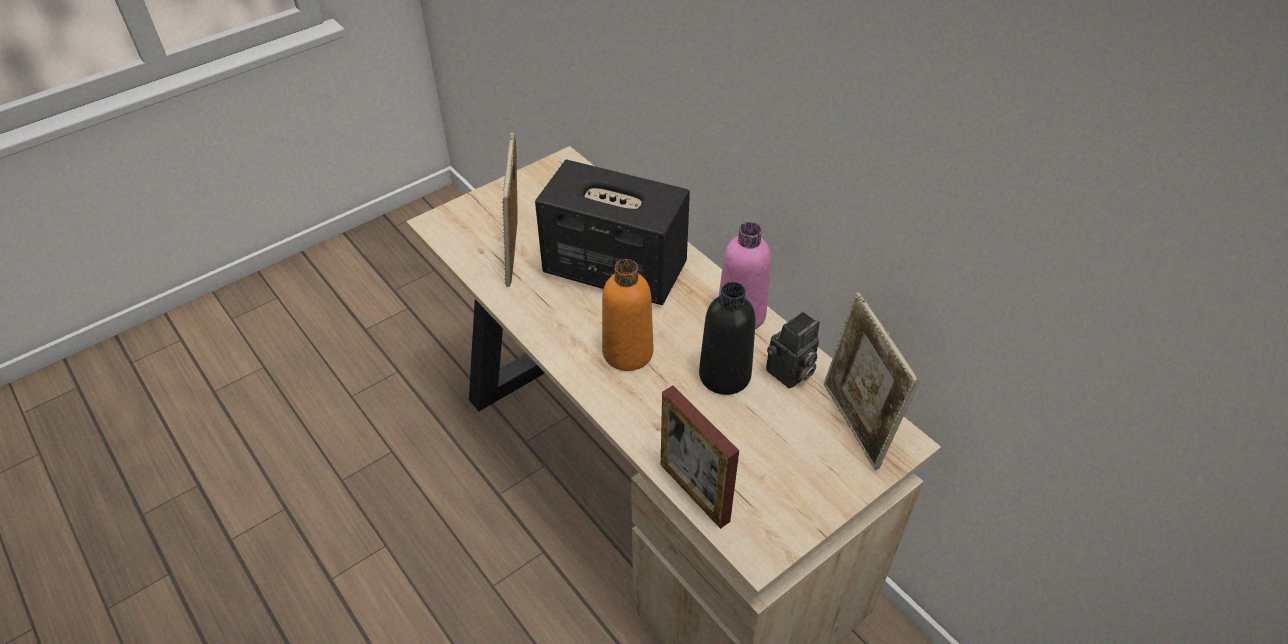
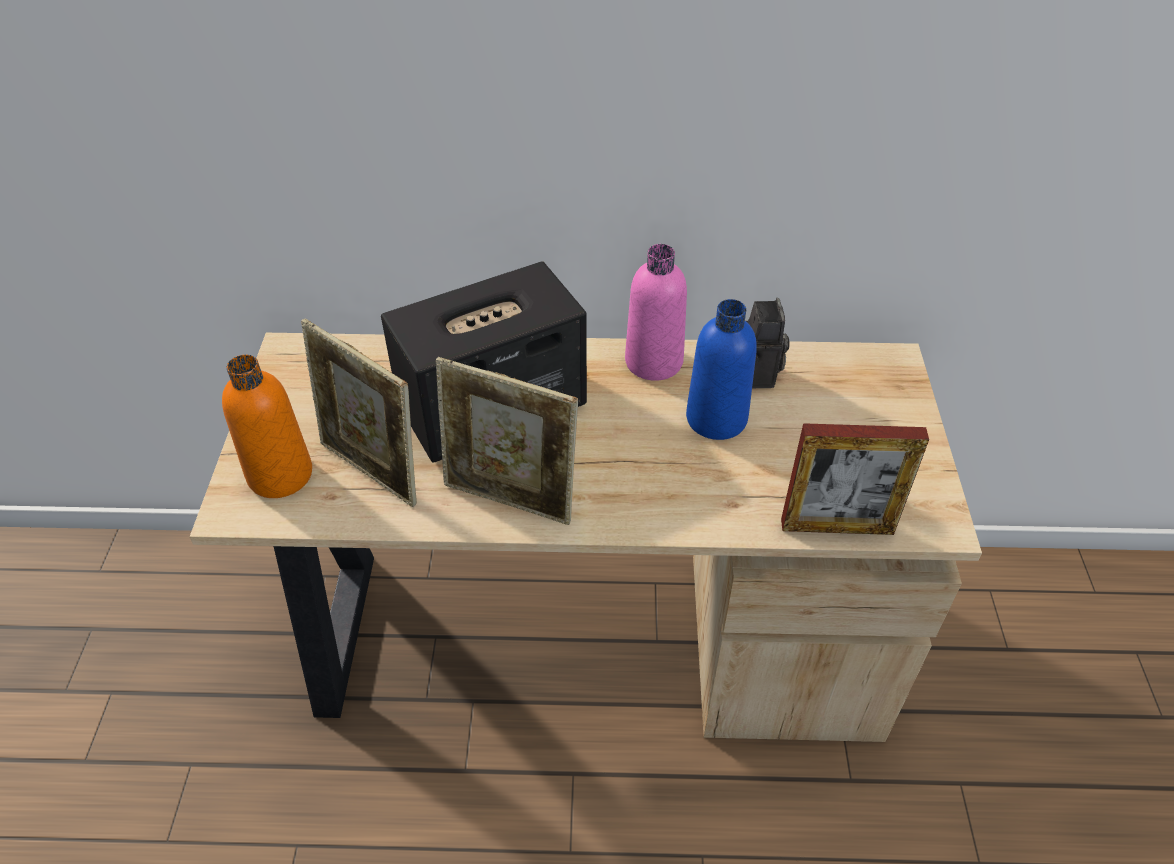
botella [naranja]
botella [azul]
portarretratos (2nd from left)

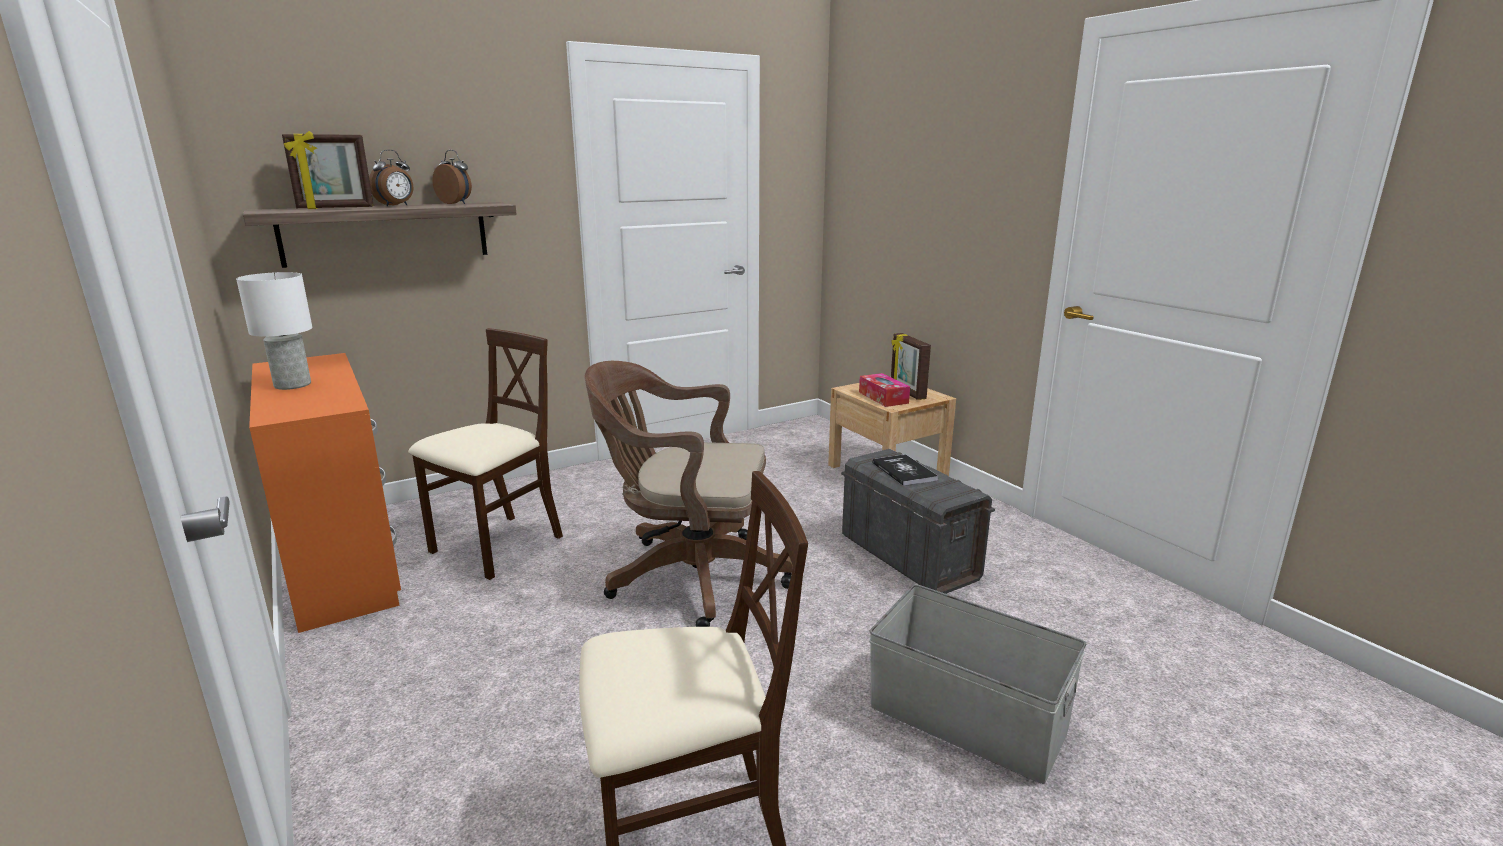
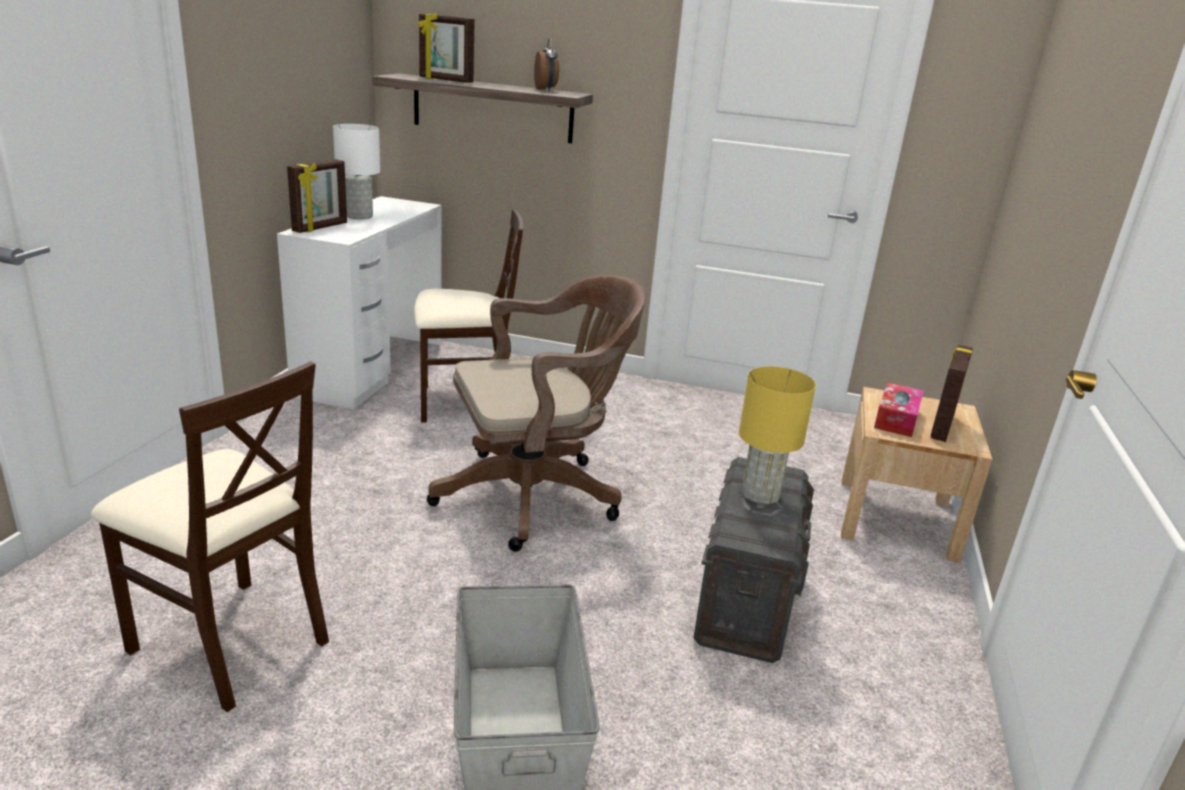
despertador (1st from left in the first image)
escritorio [blanco]
silla de oficina [marrón]
lámpara de mesa [amarillo]
portarretratos (1st from left)

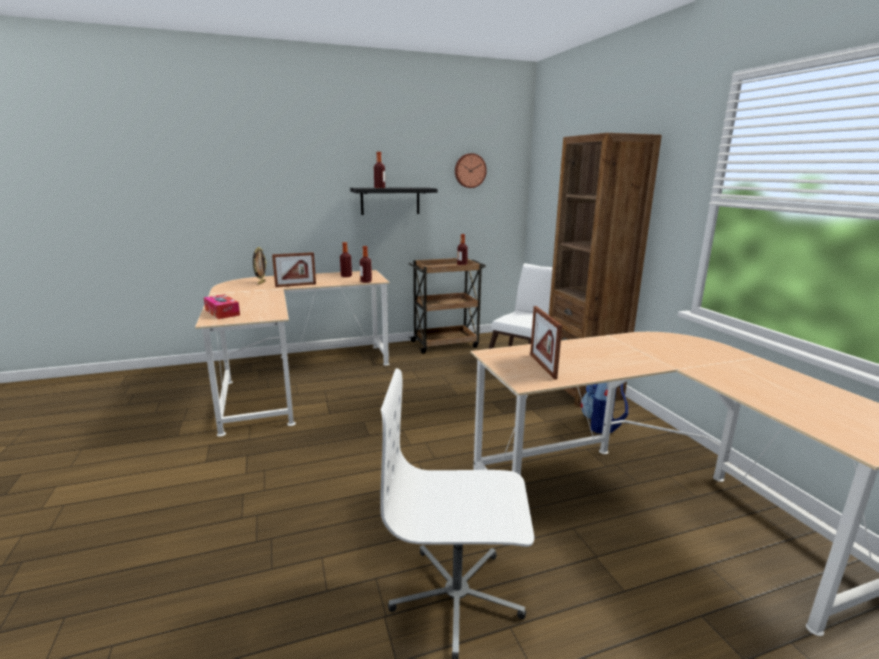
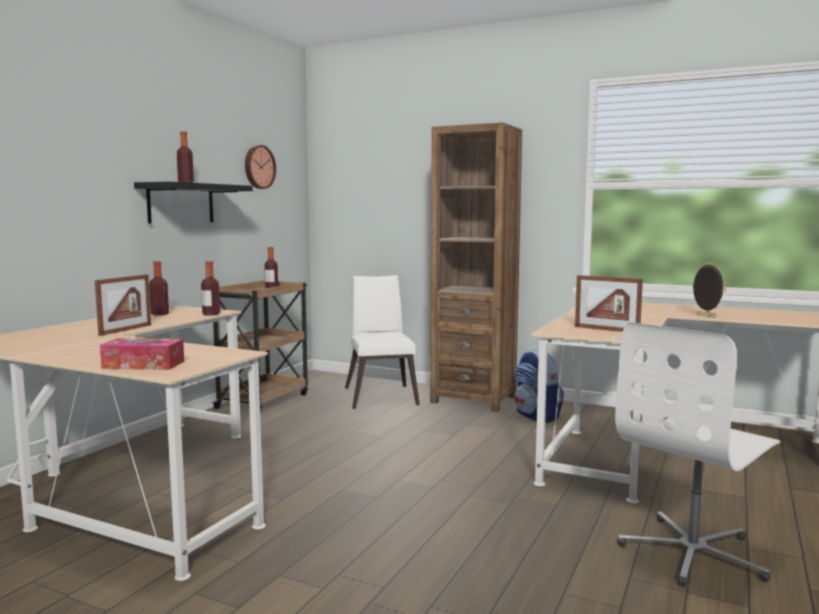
portarretratos (3rd from left)

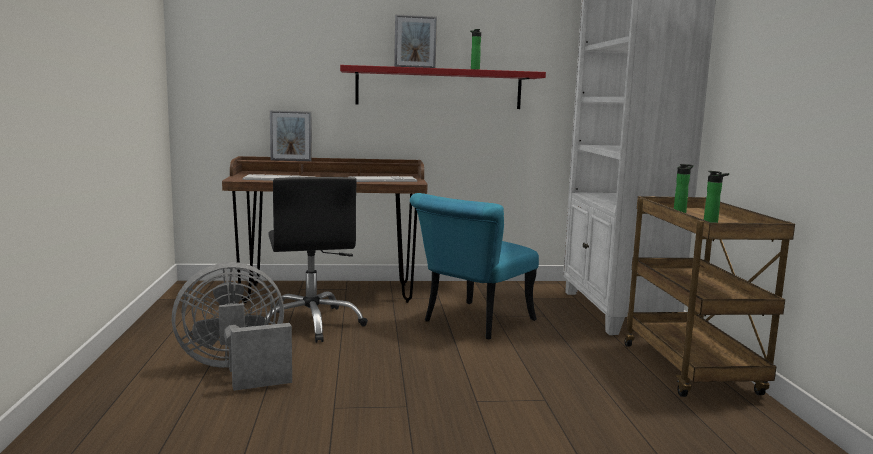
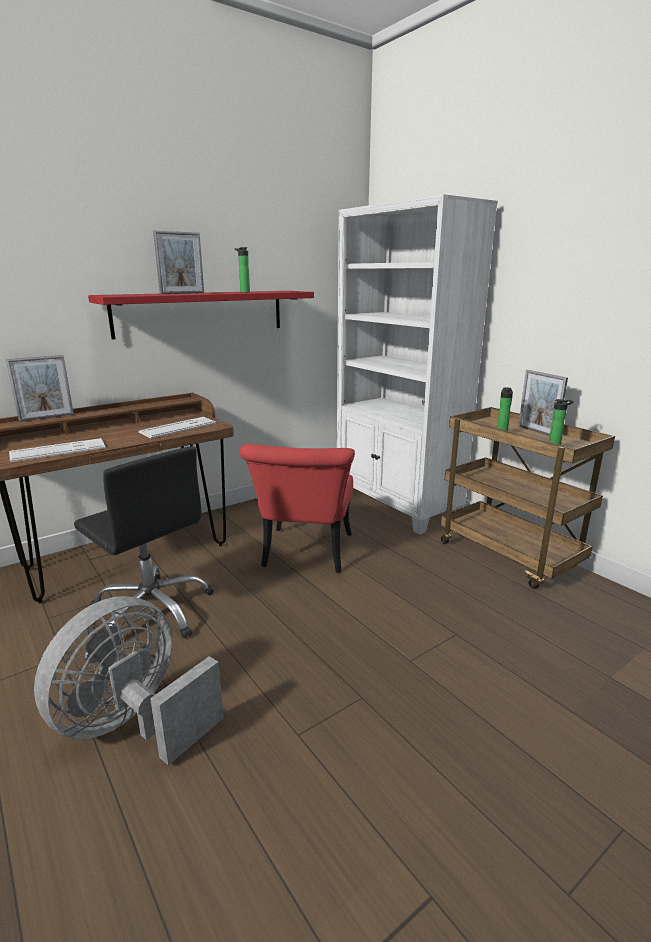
silla [rojo]
portarretratos (3rd from left)

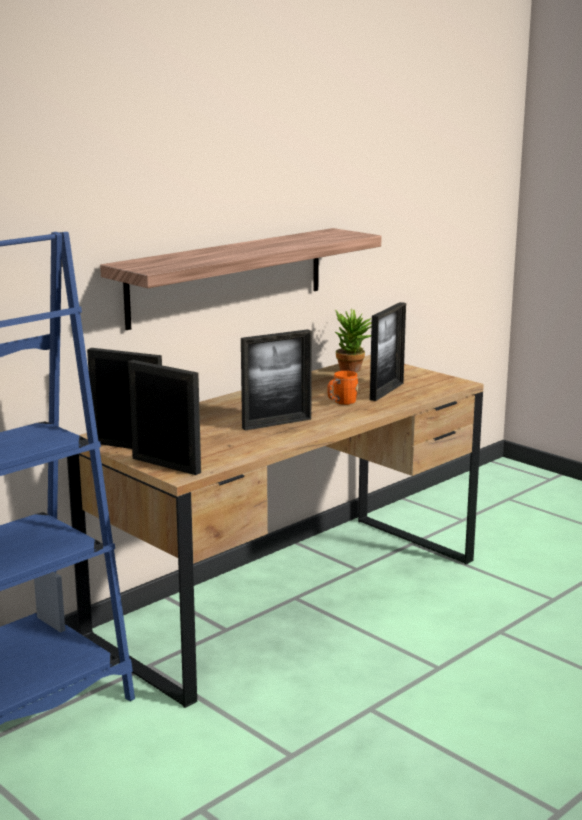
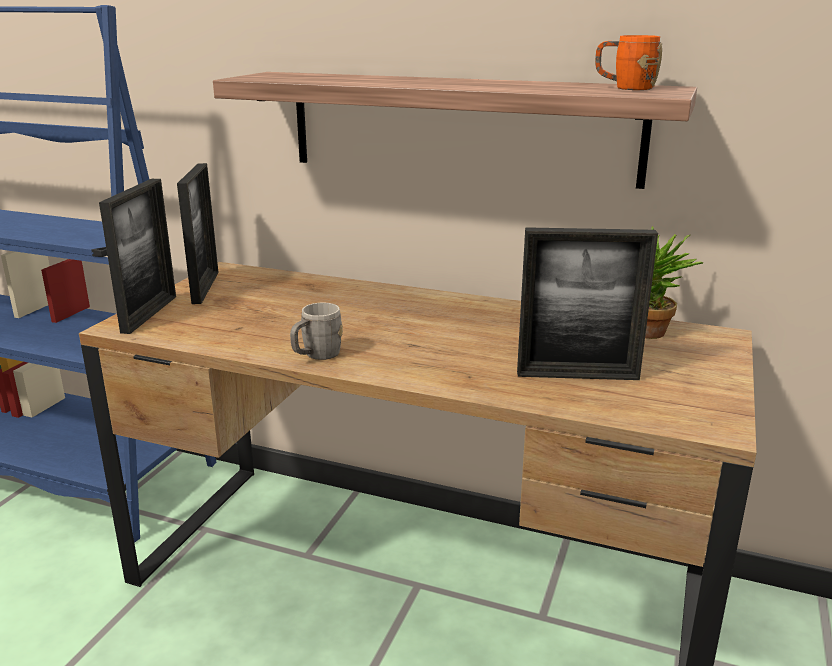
portarretratos (3rd from left in the first image)
taza grande [naranja]
taza grande [gris]

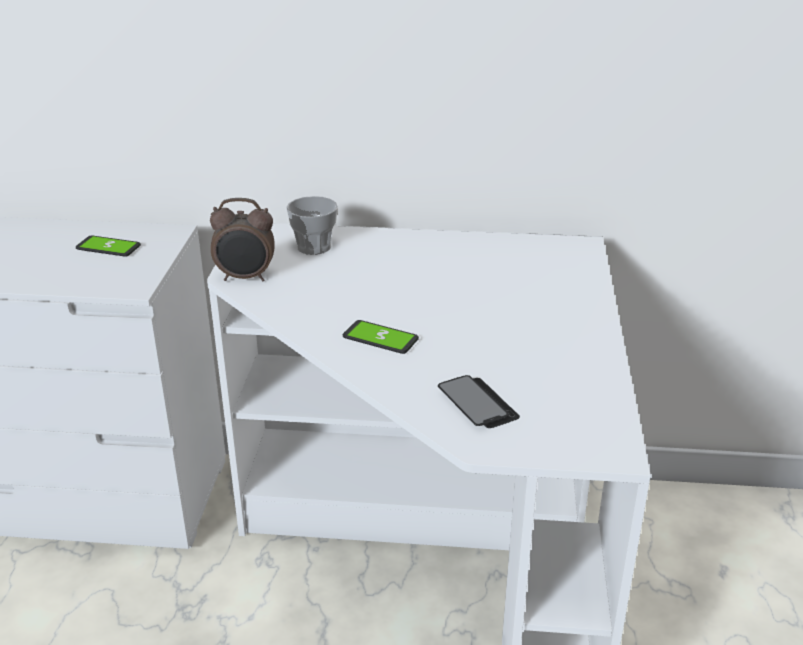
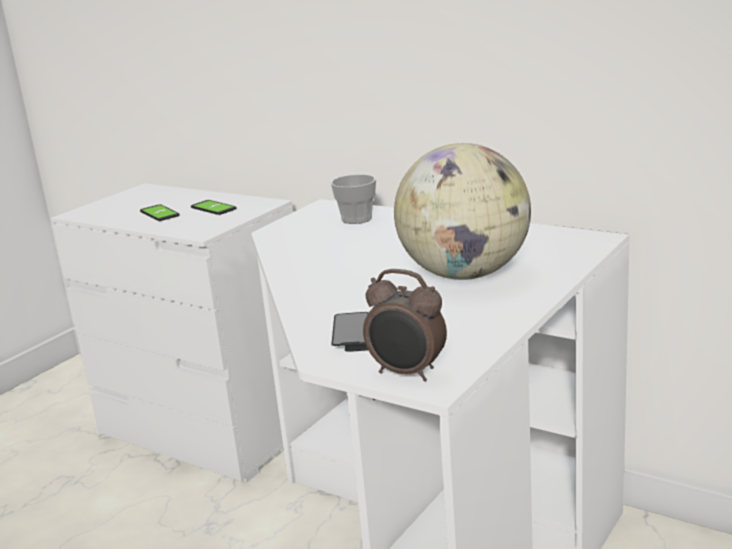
despertador
móvil (1st from left)
globo terráqueo

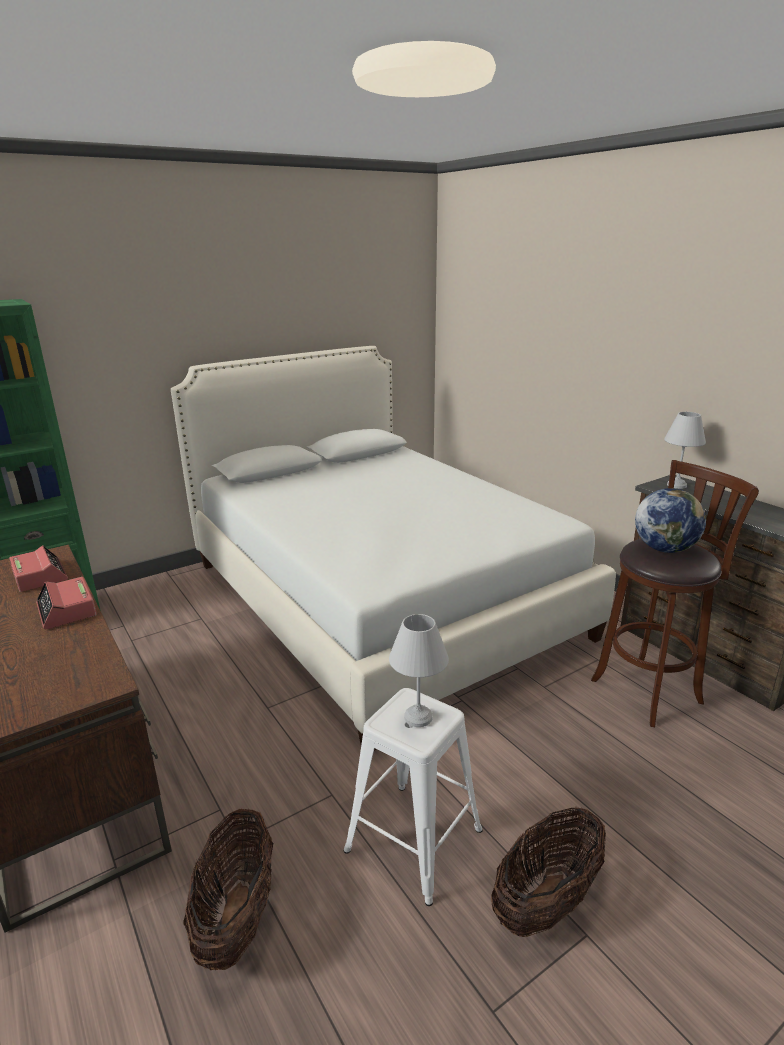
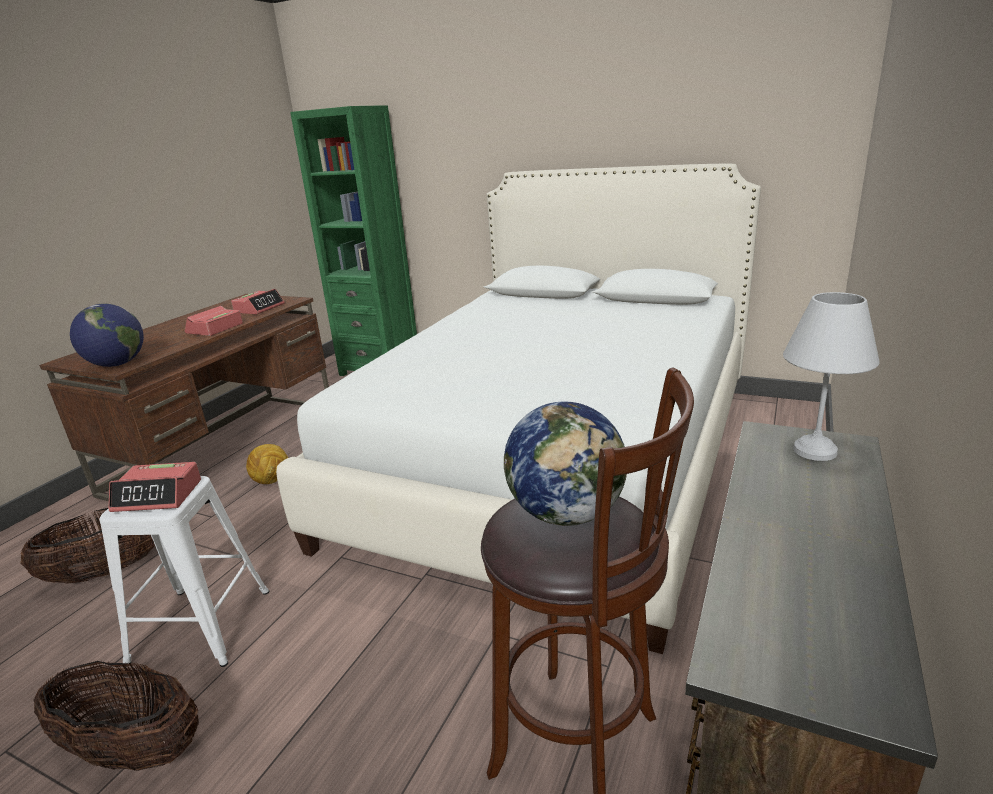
despertador (1st from left)
globo terráqueo (1st from left)
balón de fútbol

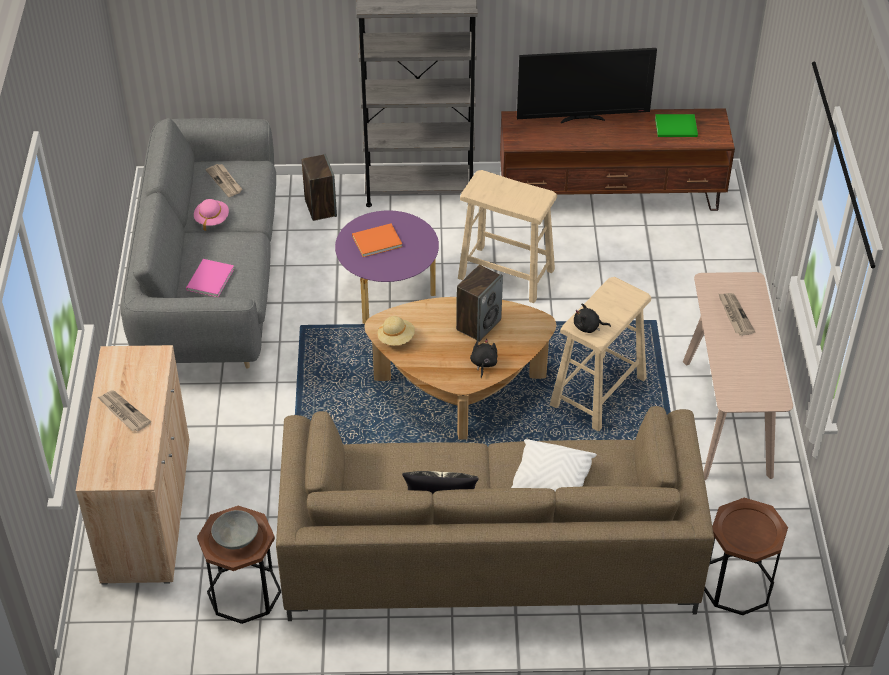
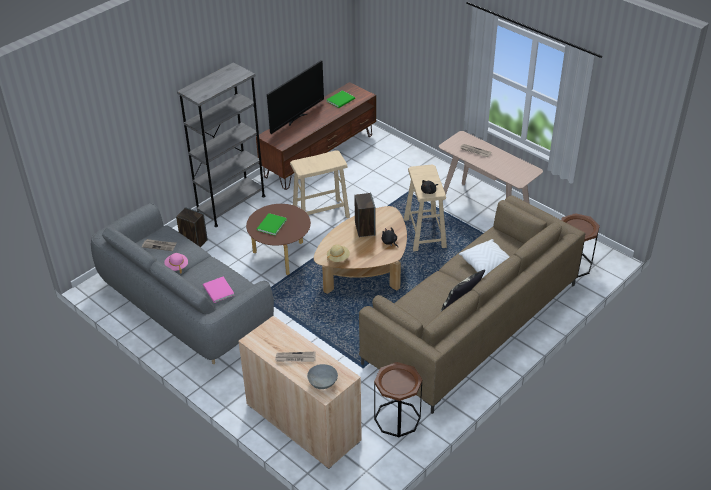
mesa de centro [marrón] (1st from left)
libro [verde] (1st from left)
cuenco [gris]

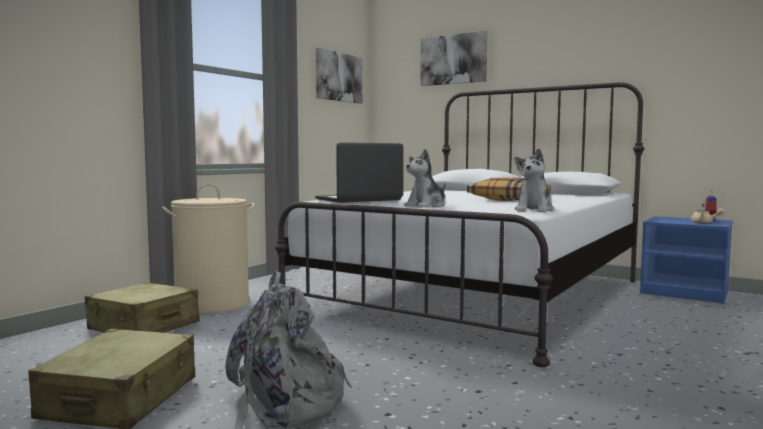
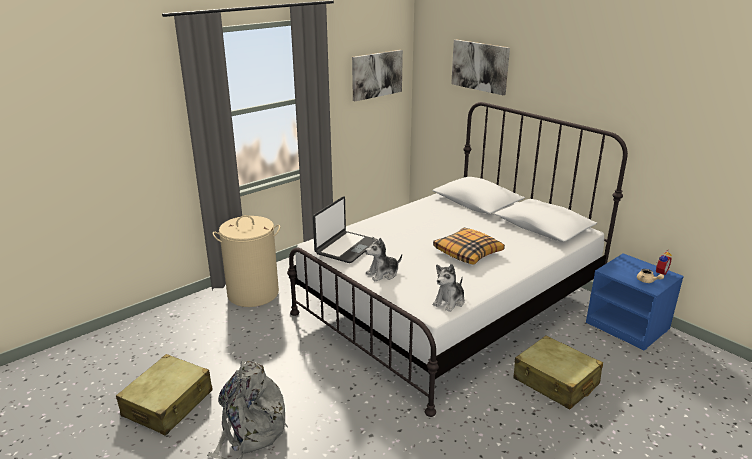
portátil
maleta [beis] (2nd from left)

